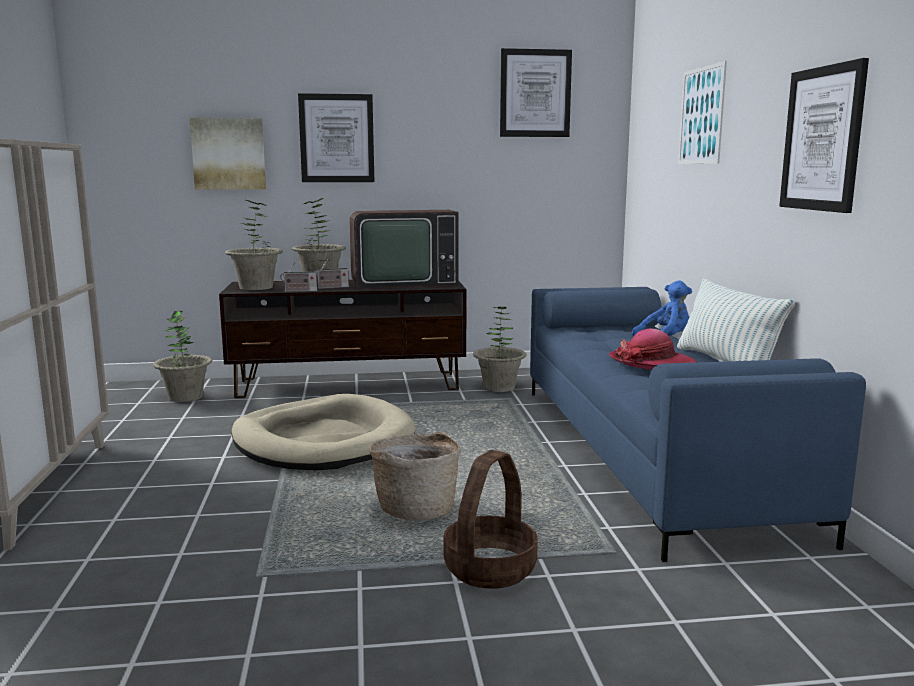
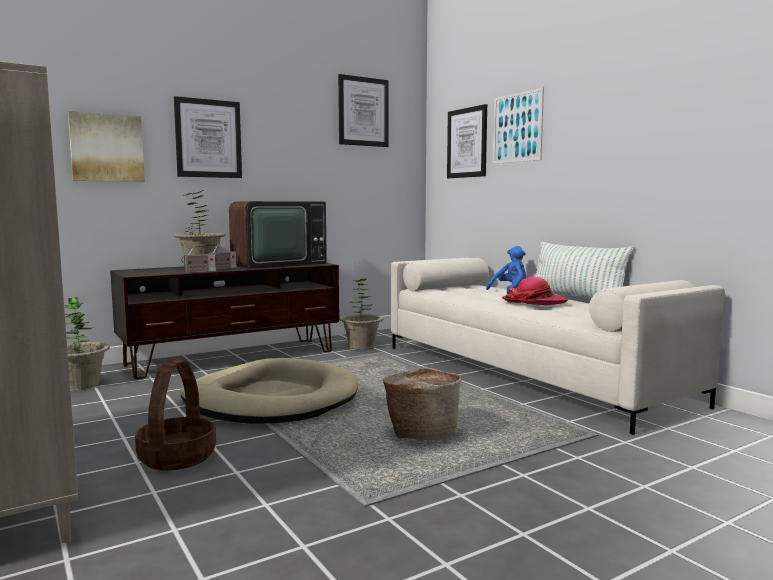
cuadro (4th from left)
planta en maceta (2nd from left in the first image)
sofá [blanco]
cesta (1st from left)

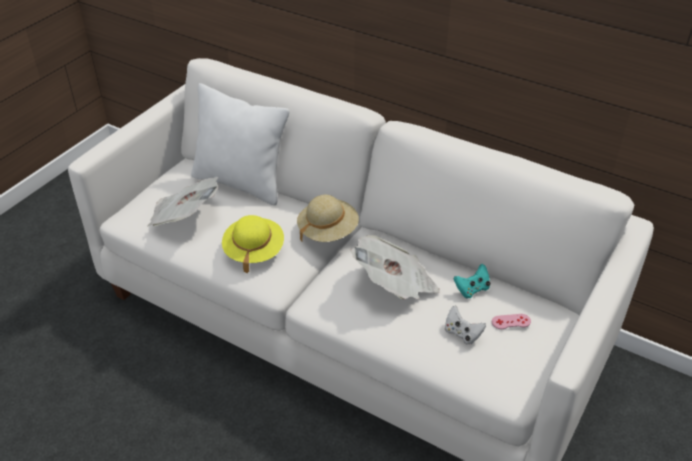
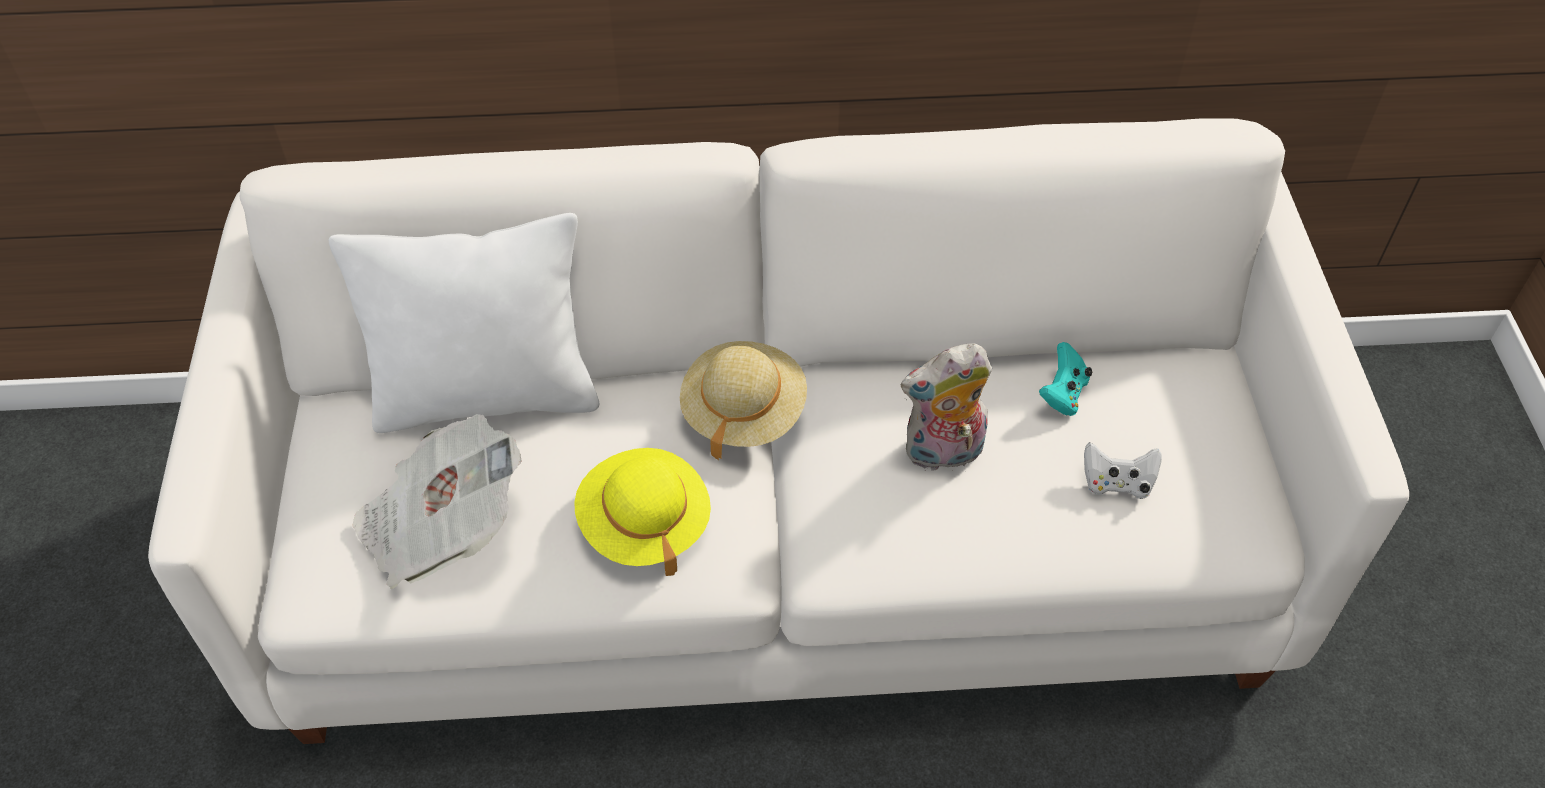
peluche
mando de consola [rosa]

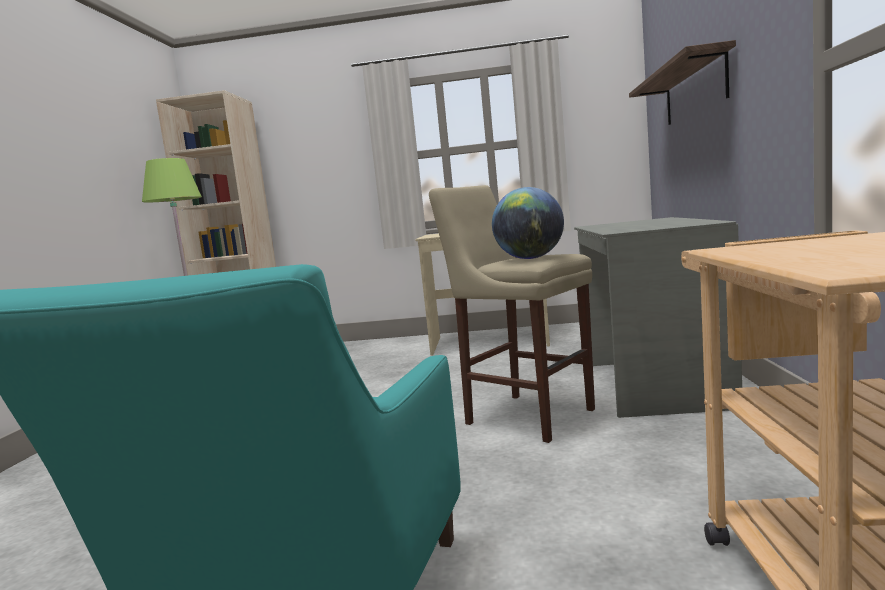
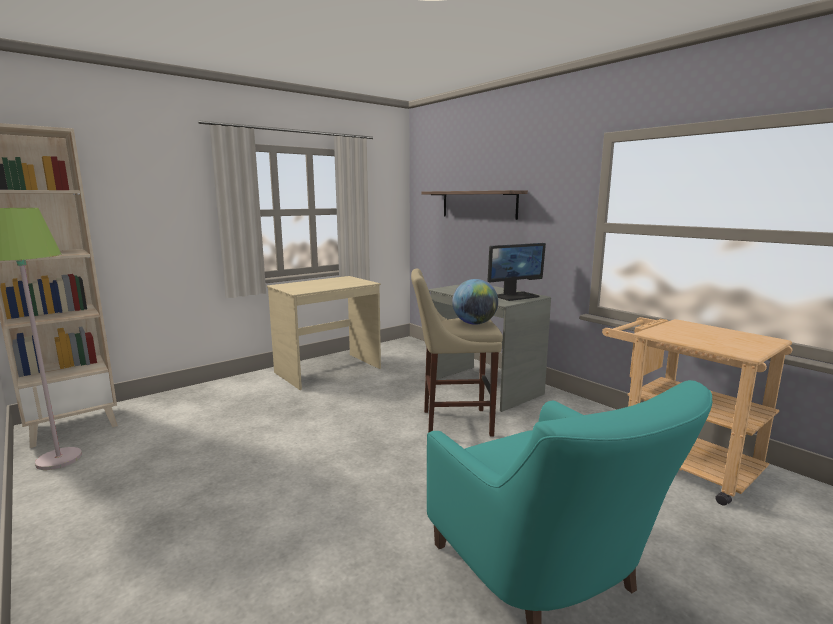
monitor

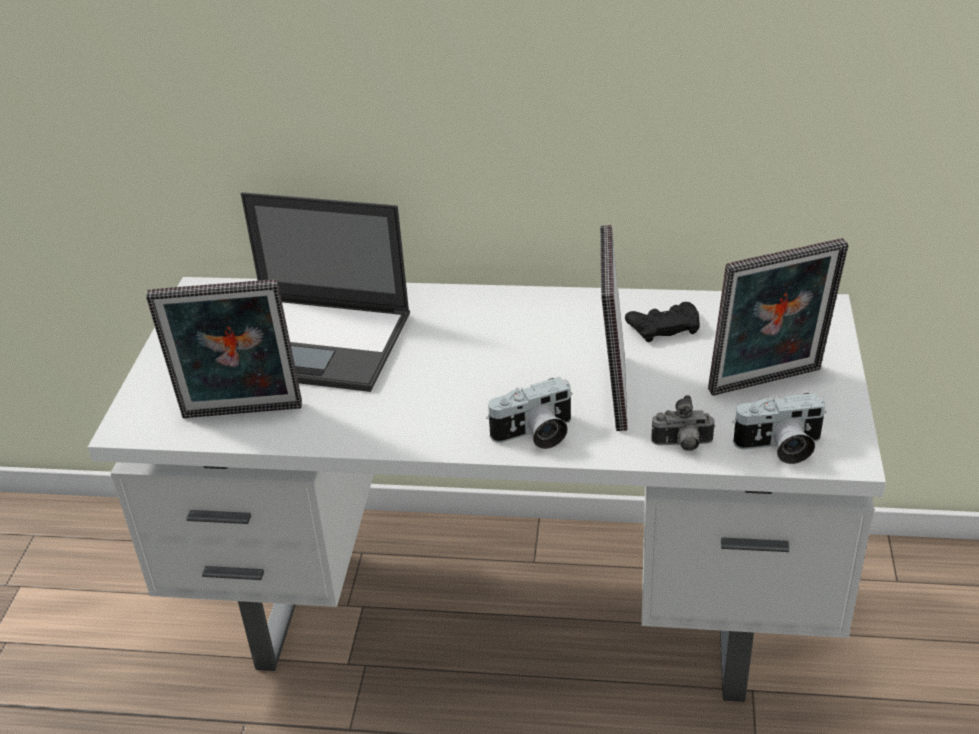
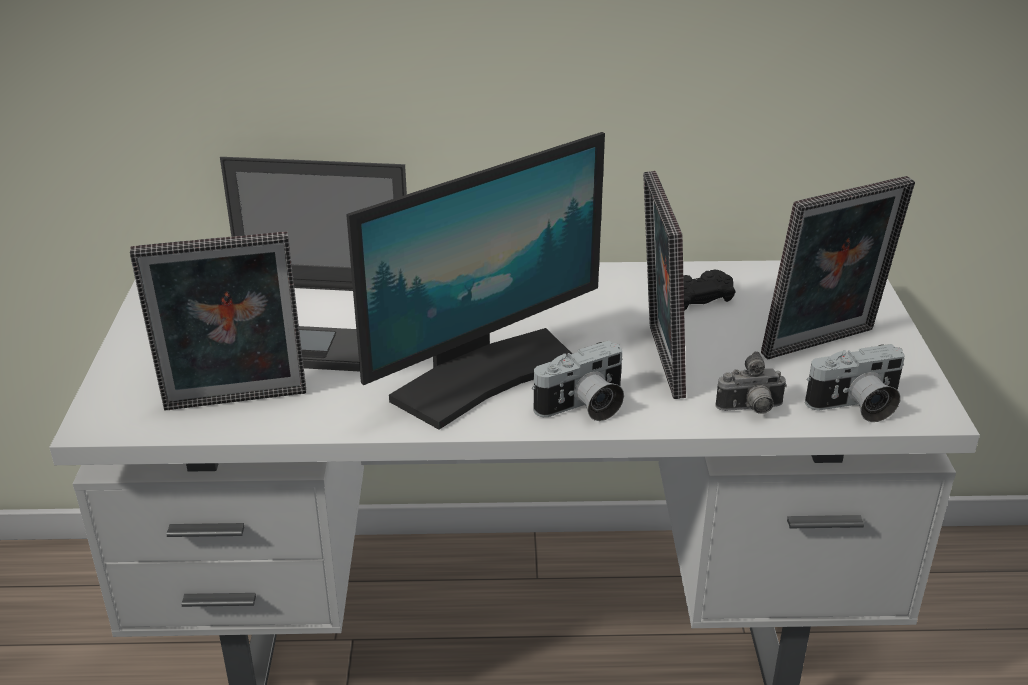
monitor

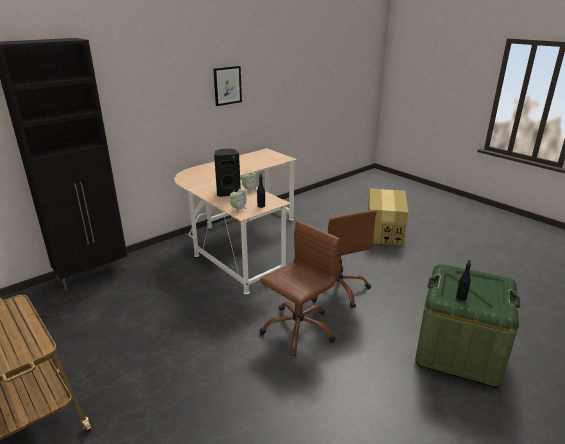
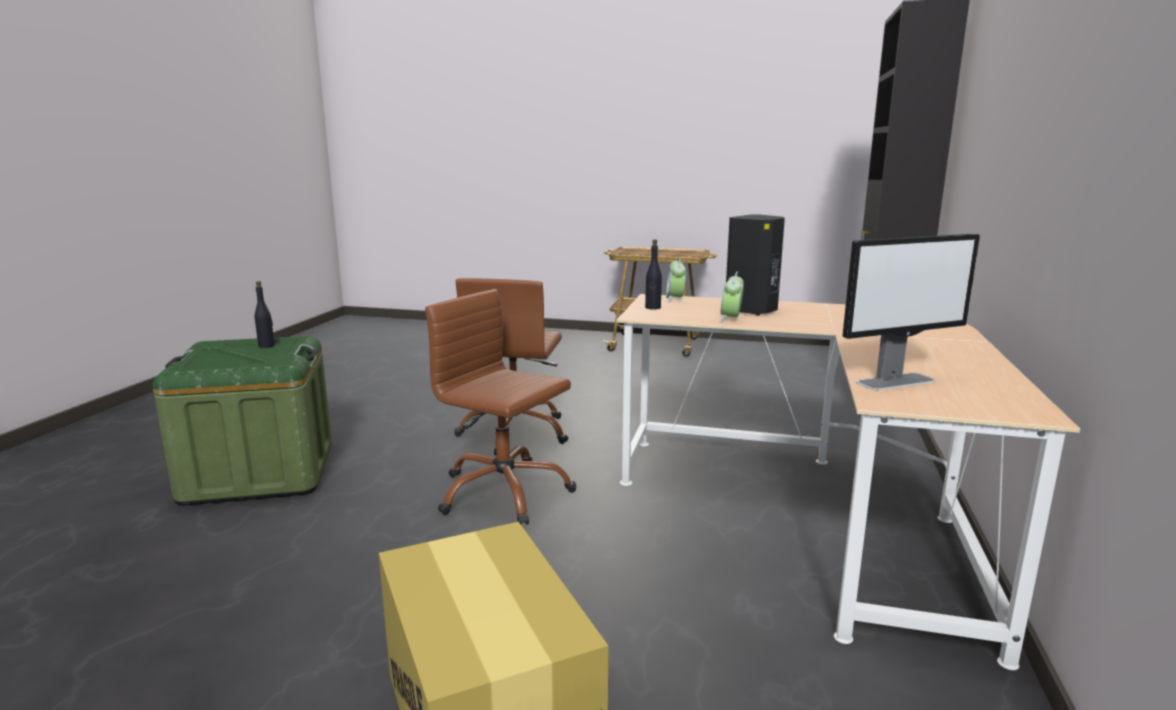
cuadro
monitor

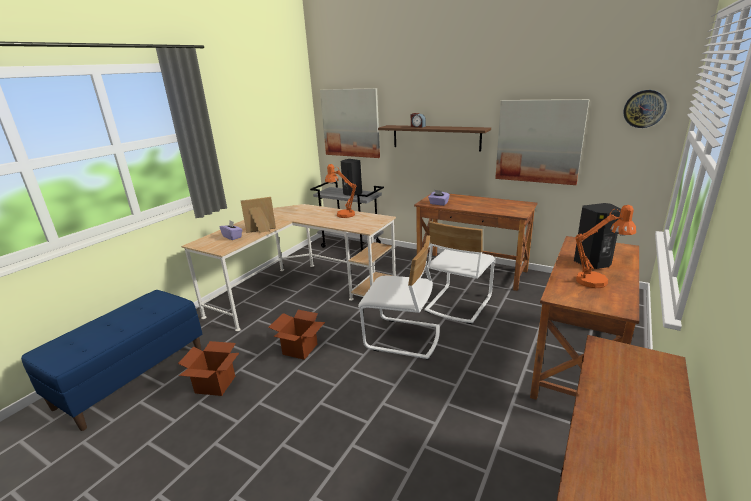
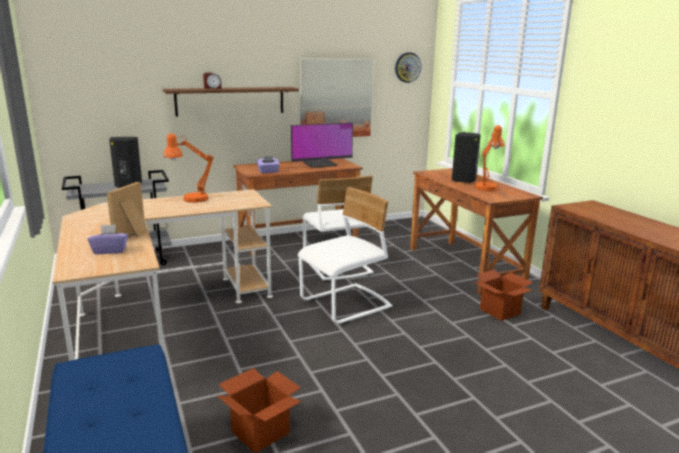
cuadro (1st from left in the first image)
caja de cartón (2nd from left)
monitor

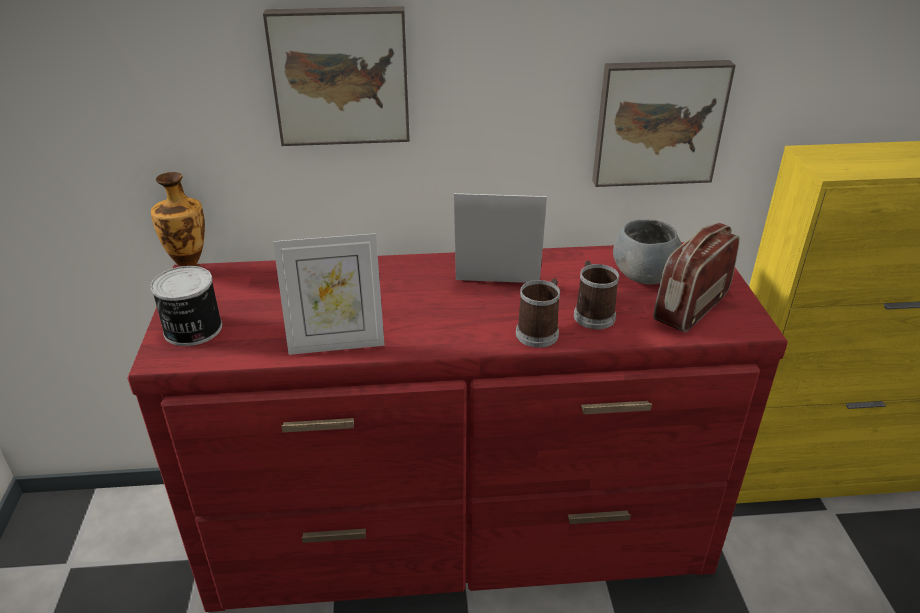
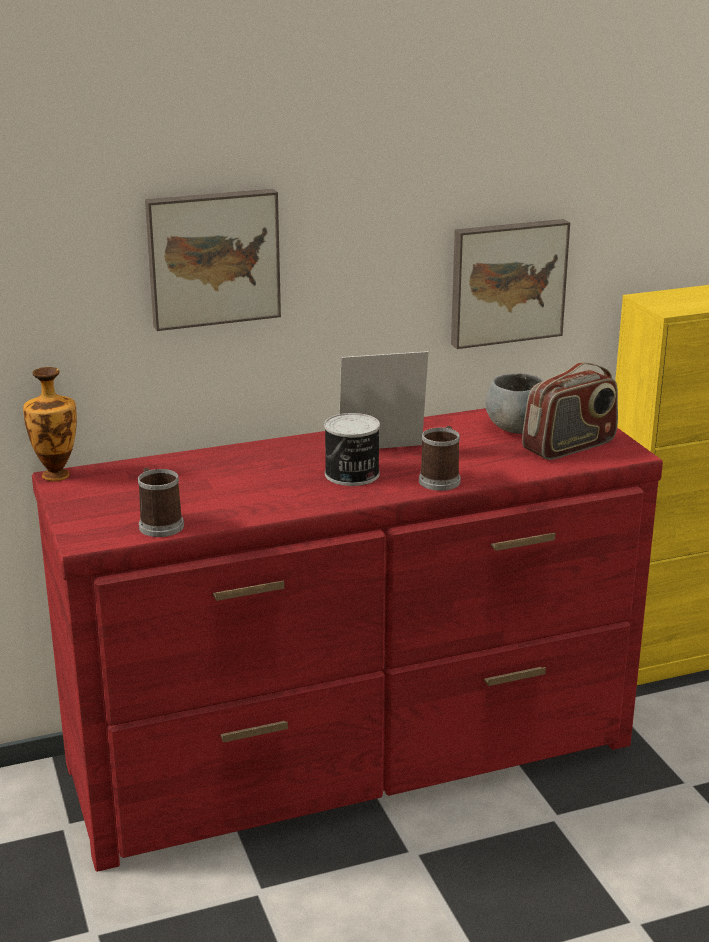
radio
portarretratos (1st from left in the first image)
taza grande (1st from left)
lata

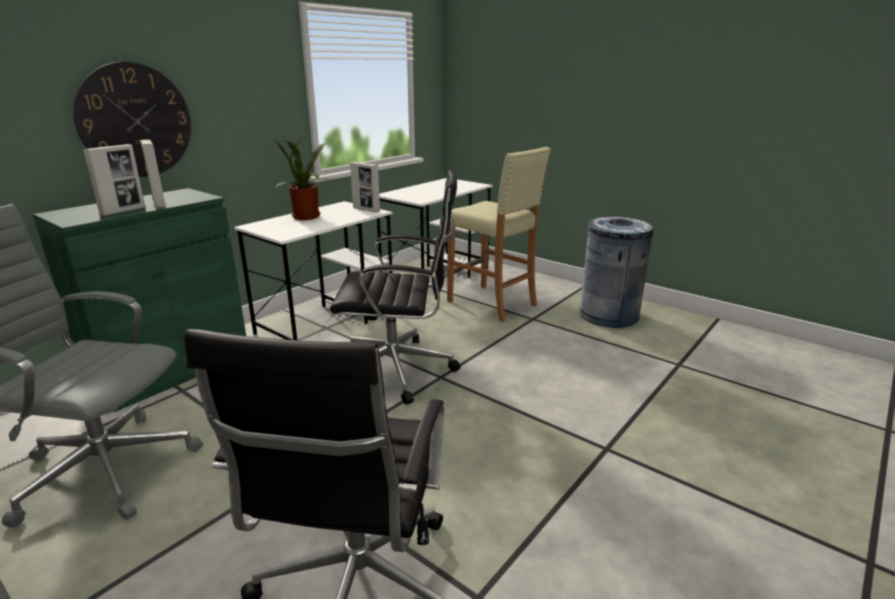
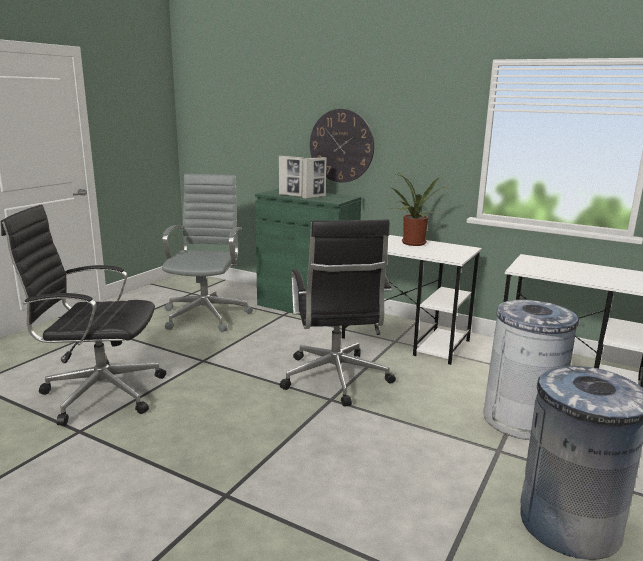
papelera [gris] (1st from left)
portarretratos (3rd from left in the first image)

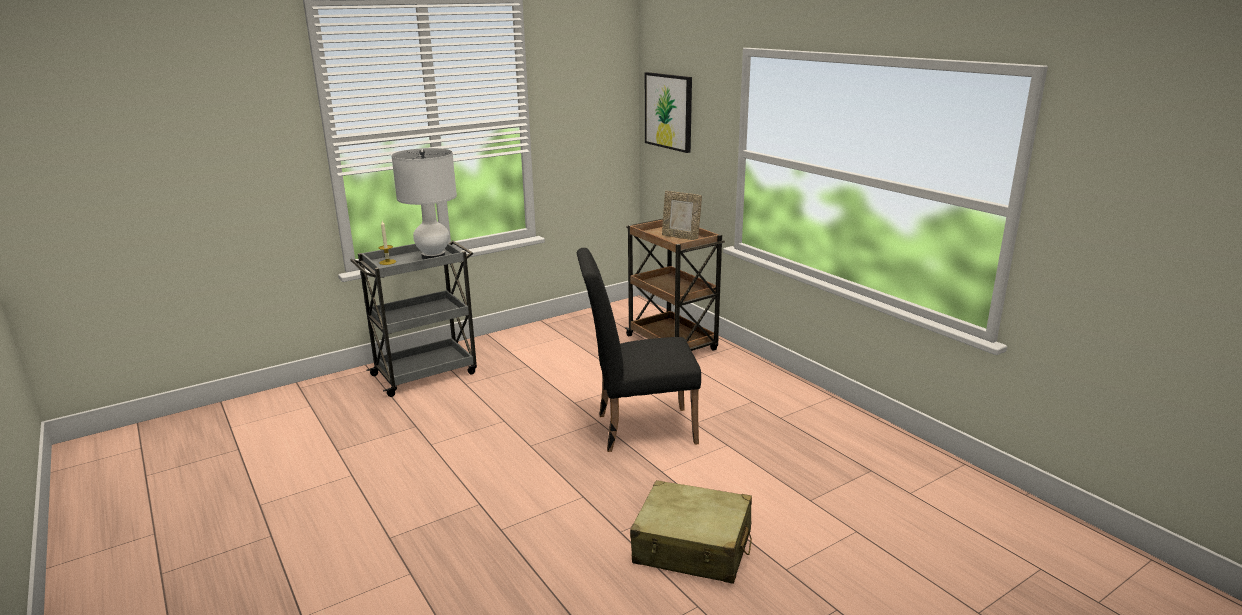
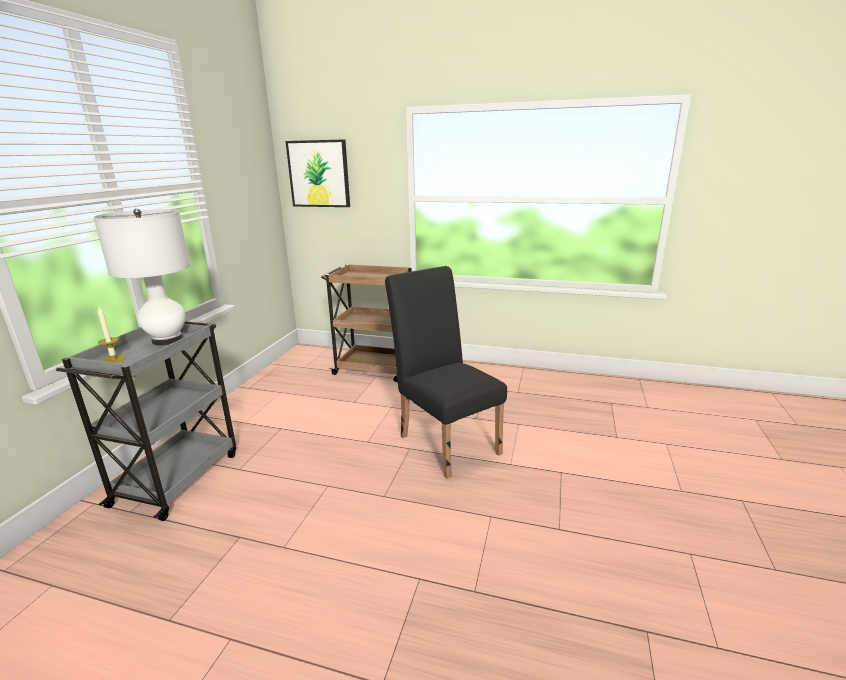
portarretratos
silla [negro]
maleta [beis]

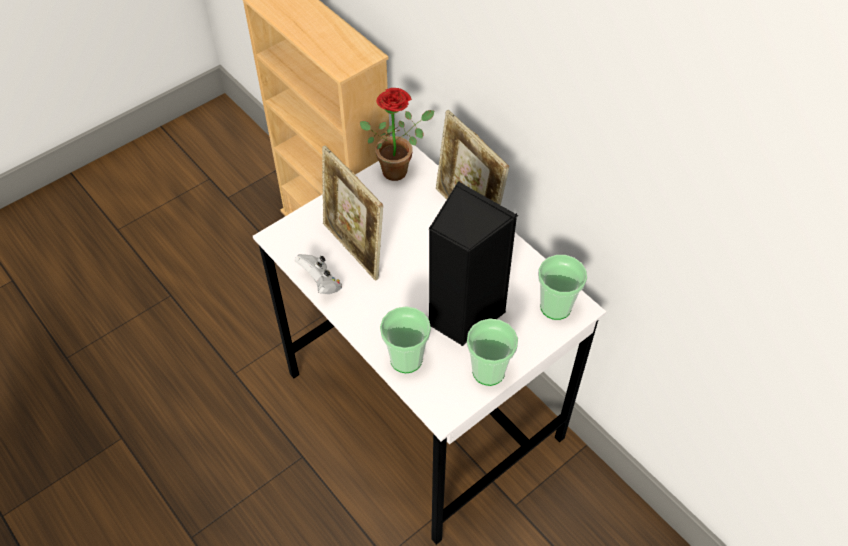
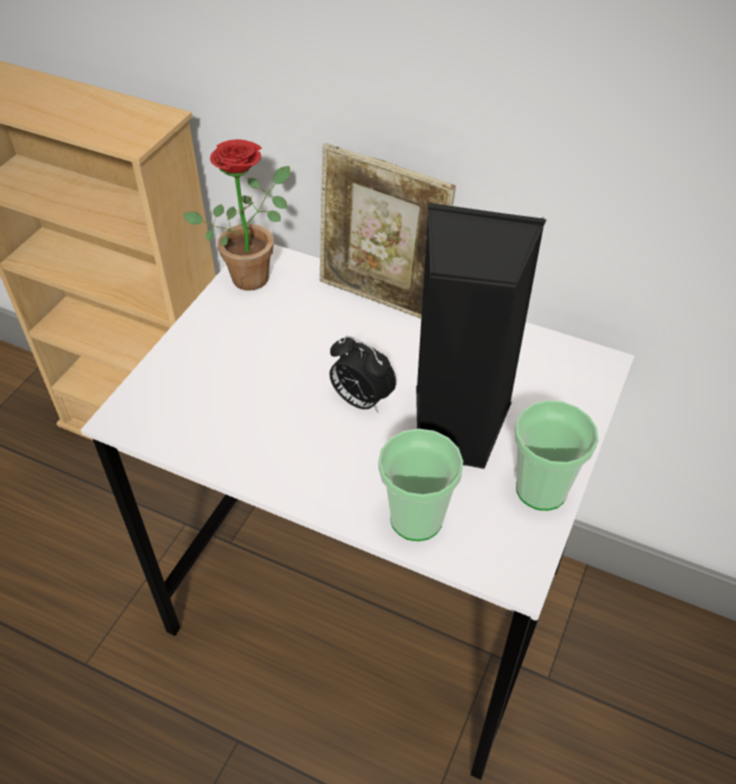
portarretratos (1st from left in the first image)
mando de consola [blanco]
taza (3rd from left in the first image)
despertador

